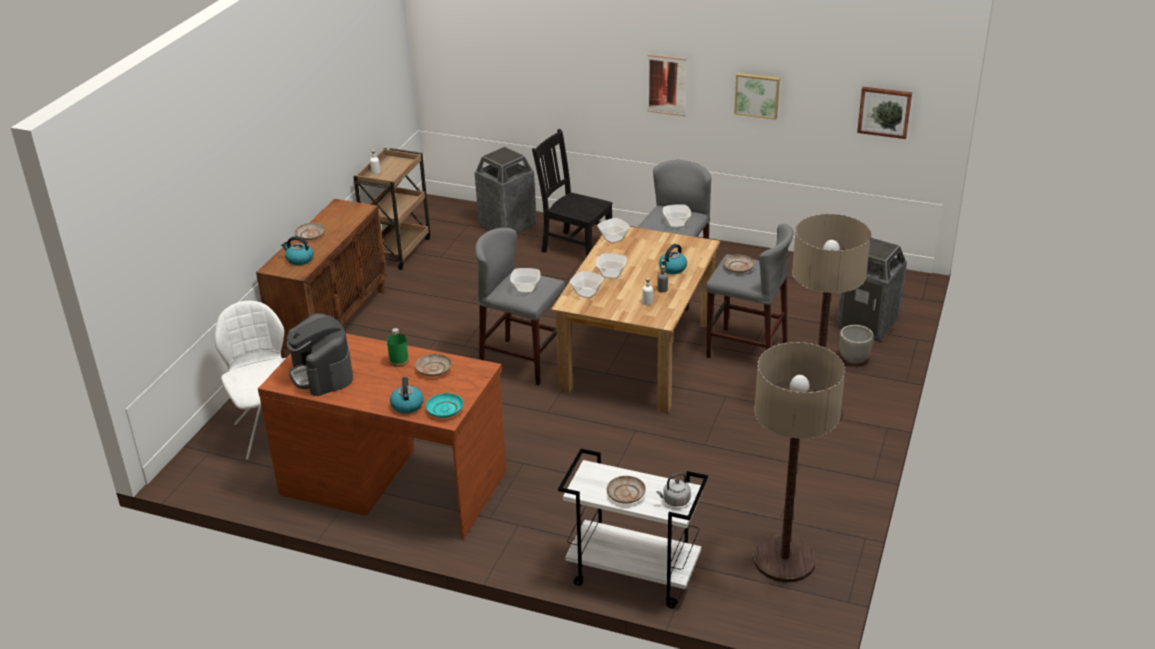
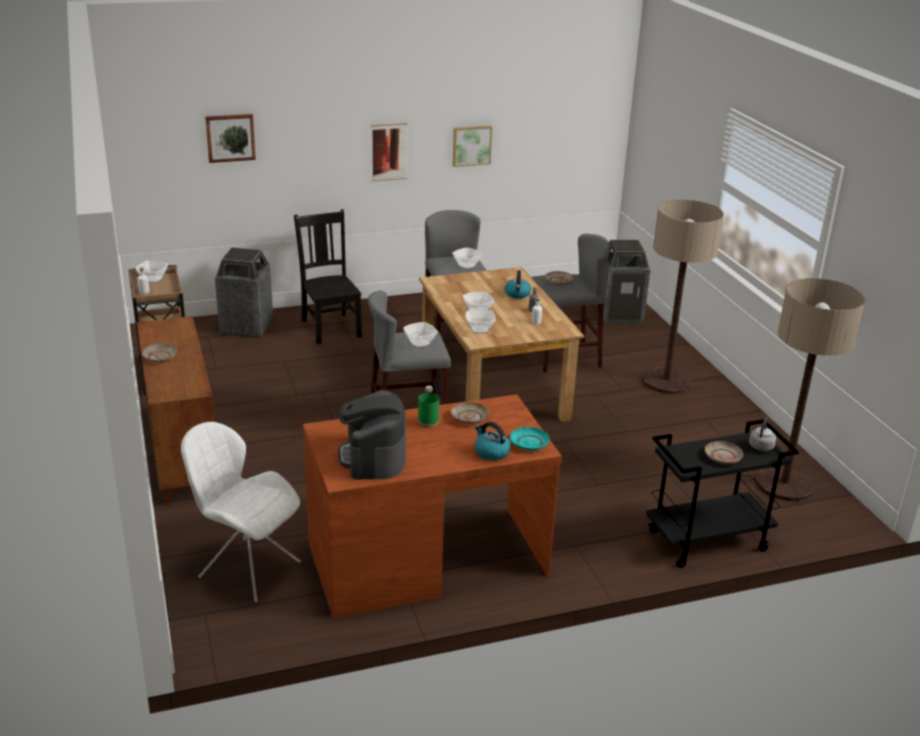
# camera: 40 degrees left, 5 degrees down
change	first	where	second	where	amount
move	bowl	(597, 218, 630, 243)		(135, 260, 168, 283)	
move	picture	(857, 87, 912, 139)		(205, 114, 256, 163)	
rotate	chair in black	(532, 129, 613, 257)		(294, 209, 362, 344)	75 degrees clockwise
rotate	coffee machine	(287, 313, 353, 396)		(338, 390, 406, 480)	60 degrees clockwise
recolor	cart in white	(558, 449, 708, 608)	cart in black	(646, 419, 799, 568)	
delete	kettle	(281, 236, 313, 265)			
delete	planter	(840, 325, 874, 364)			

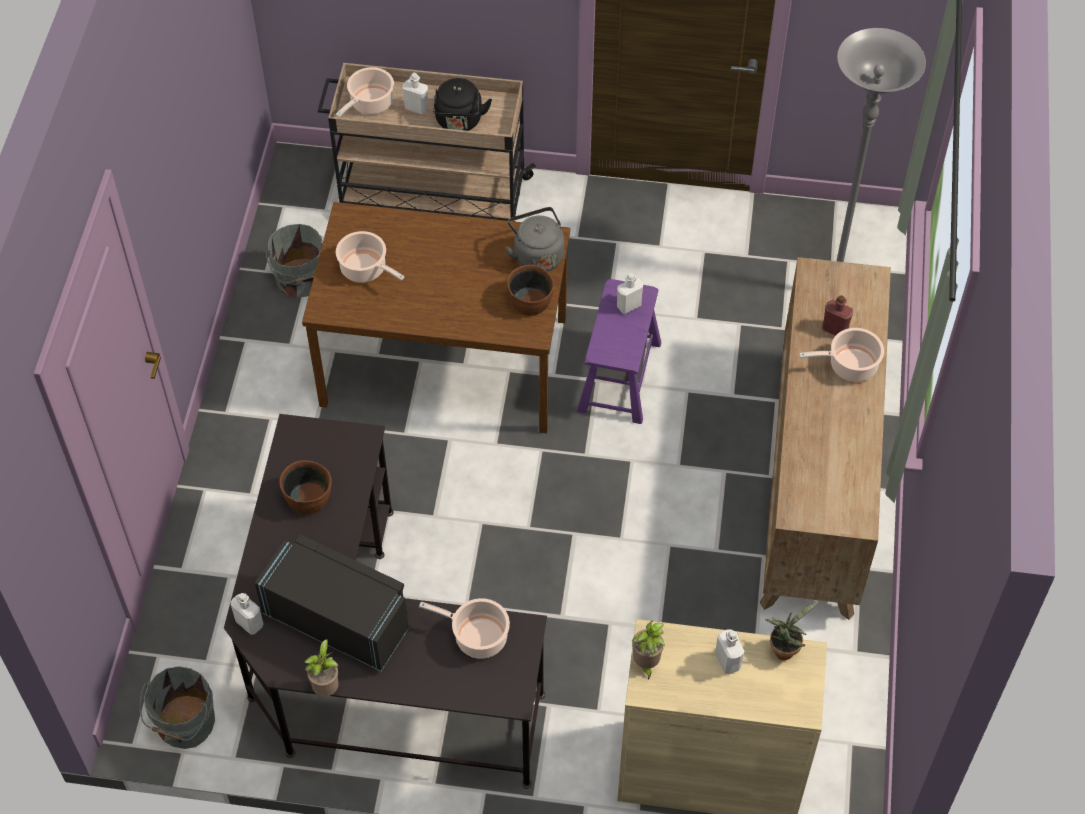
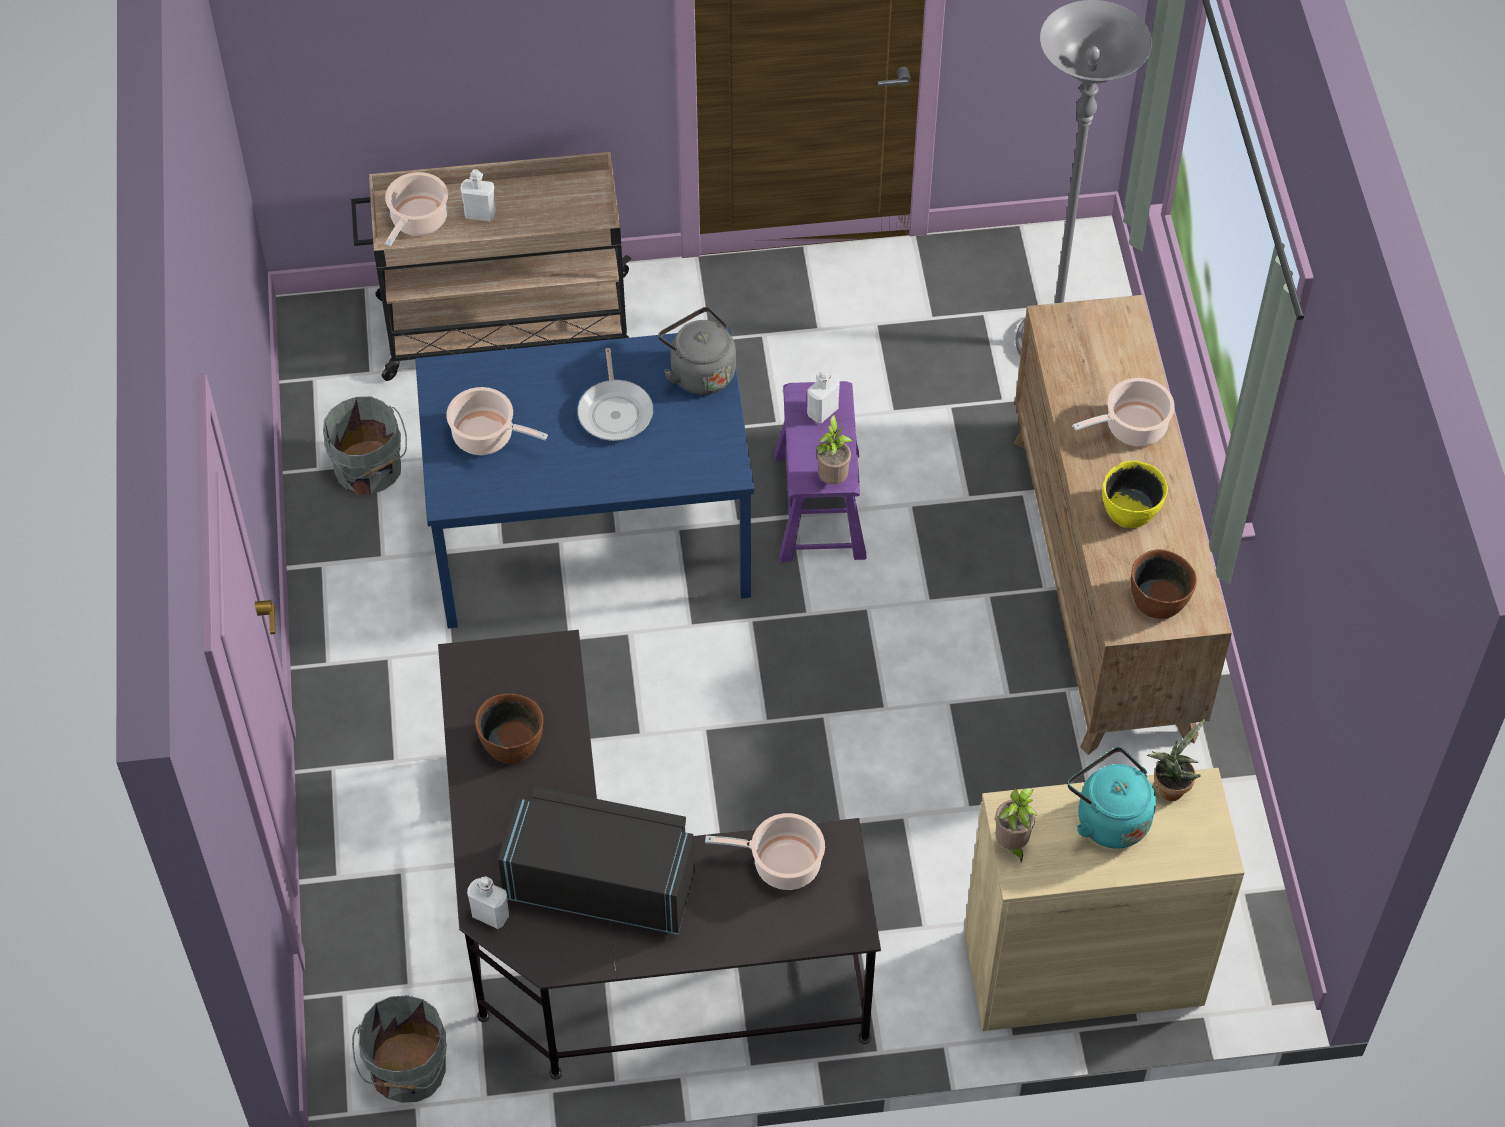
# camera: 15 degrees left, 0 degrees up
change	first	where	second	where	amount
recolor	dining table in brown	(302, 202, 570, 433)	dining table in blue	(415, 328, 754, 629)	
insert			frying pan	(577, 348, 653, 441)	
move	potted plant	(305, 639, 339, 697)		(816, 415, 852, 484)	
replace	bottle in white	(715, 630, 745, 674)	kettle in turquoise	(1068, 747, 1156, 848)	
insert			bowl in yellow	(1102, 461, 1168, 528)	
move	bowl in brown	(507, 265, 554, 316)		(1131, 549, 1197, 619)	
delete	kettle in black	(433, 78, 492, 131)			
delete	bottle in red	(822, 295, 853, 336)			

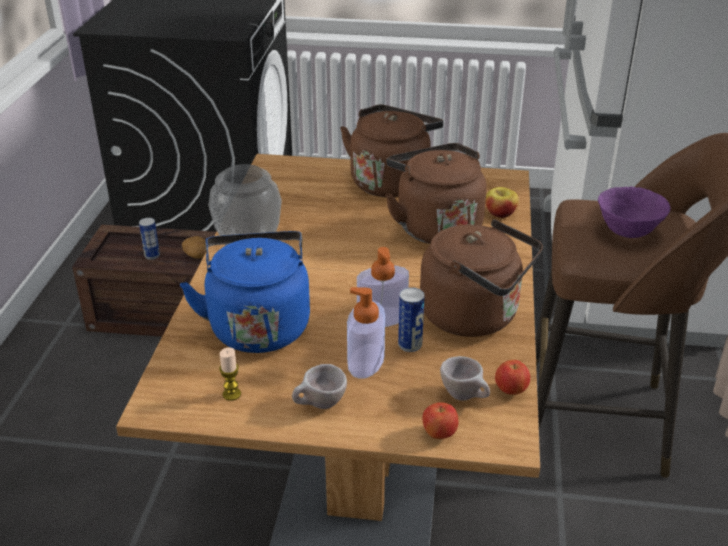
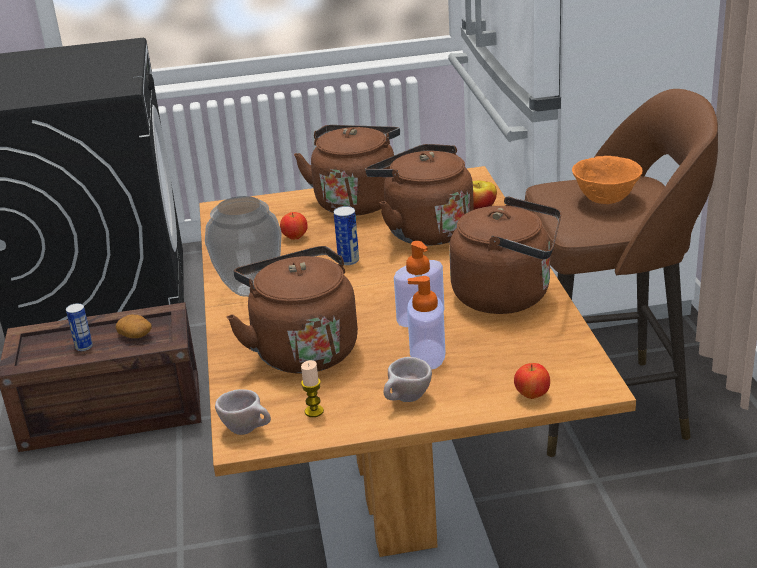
# camera: 15 degrees left, 5 degrees down
change	first	where	second	where	amount
move	cup in beige	(440, 356, 490, 401)		(215, 389, 271, 435)	
recolor	kettle in blue	(180, 231, 310, 353)	kettle in brown	(226, 246, 358, 373)	
move	apple	(495, 360, 530, 395)		(280, 212, 308, 240)	
move	can	(398, 287, 425, 352)		(333, 206, 359, 265)	
recolor	bowl in purple	(598, 186, 671, 238)	bowl in orange	(572, 156, 643, 204)	

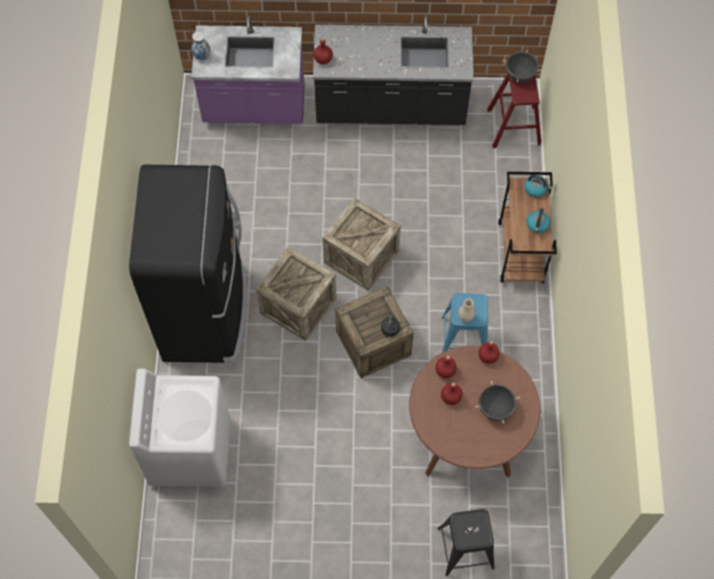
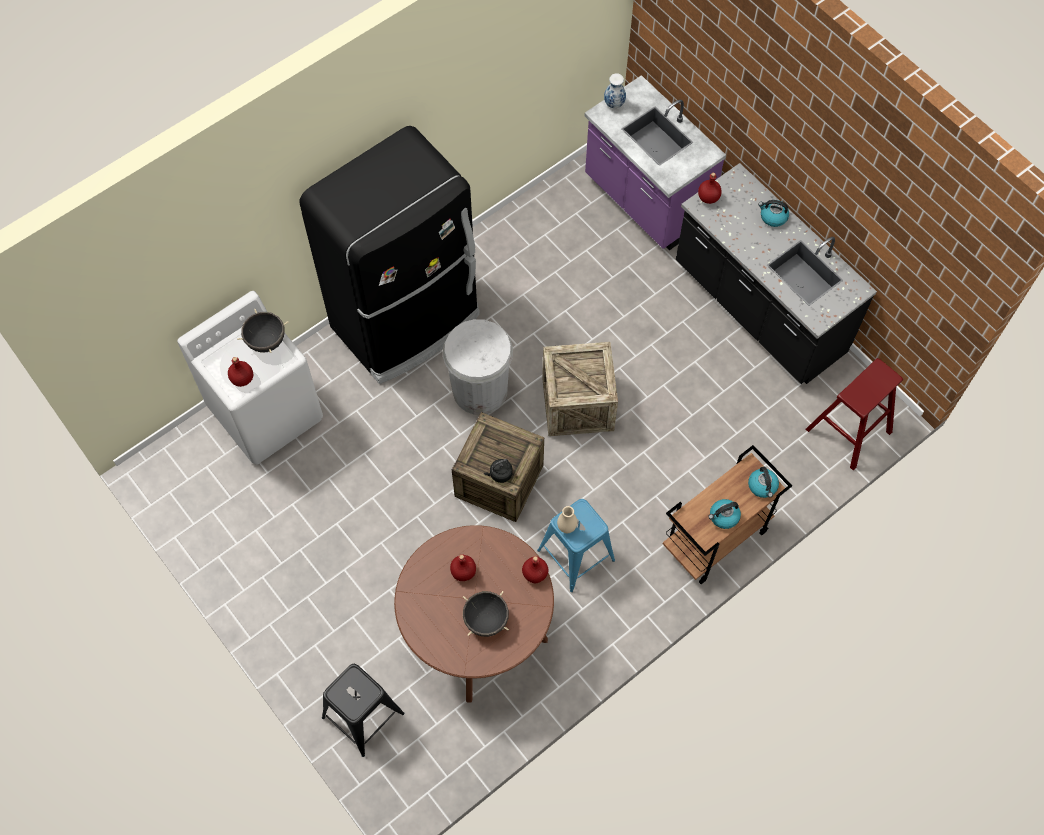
# camera: 50 degrees right, 0 degrees up
change	first	where	second	where	amount
move	bottle in red	(435, 355, 457, 378)		(228, 357, 253, 387)	
move	cooking pot in black	(503, 49, 542, 83)		(237, 309, 289, 353)	
replace	crate	(256, 246, 337, 341)	trash can in white	(443, 319, 513, 415)	
insert			kettle	(758, 200, 789, 227)	

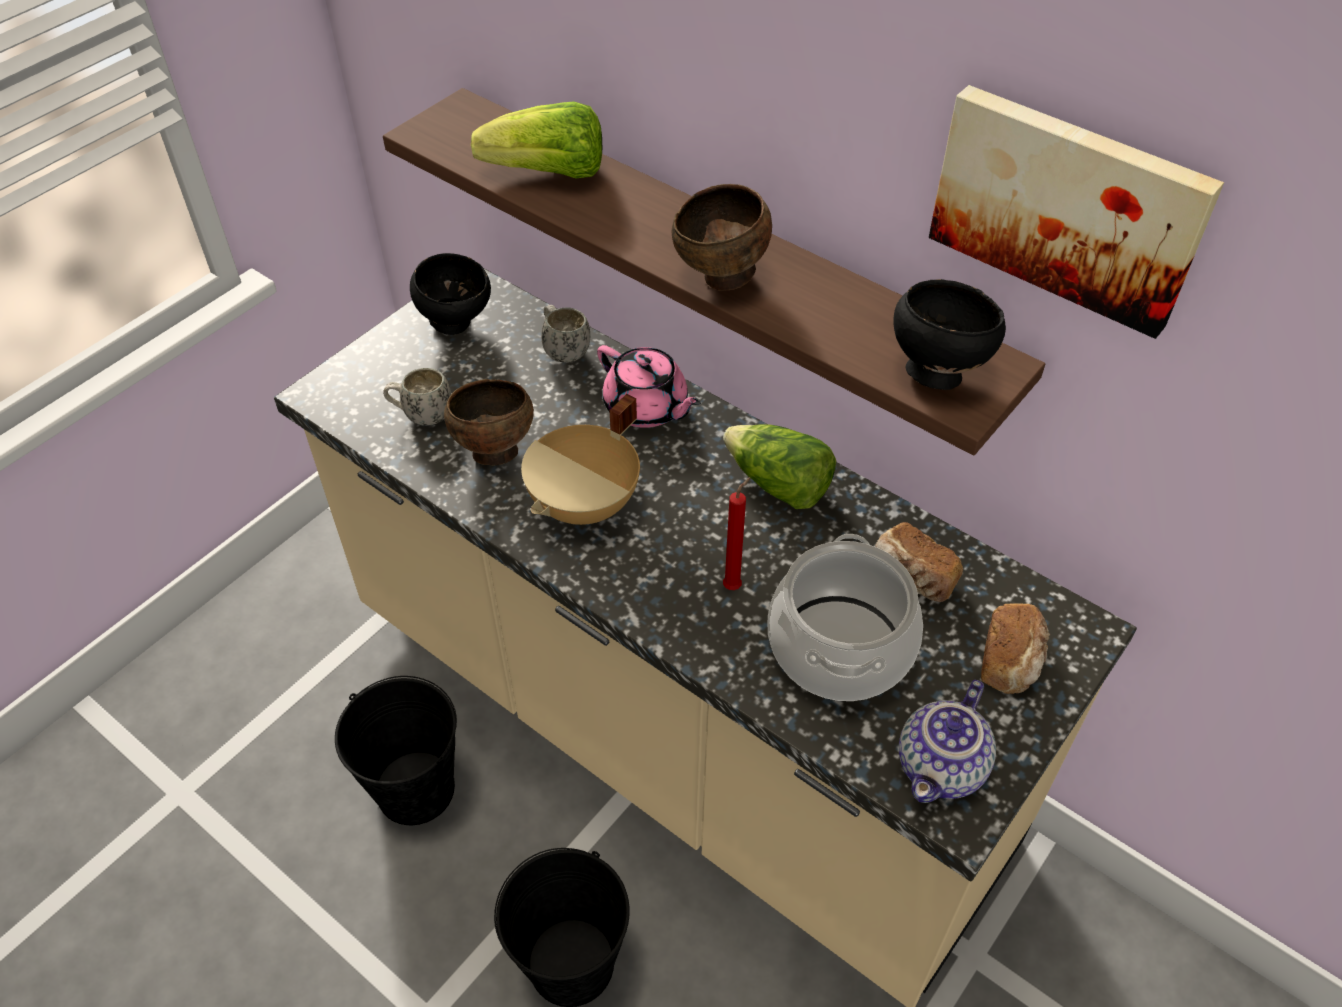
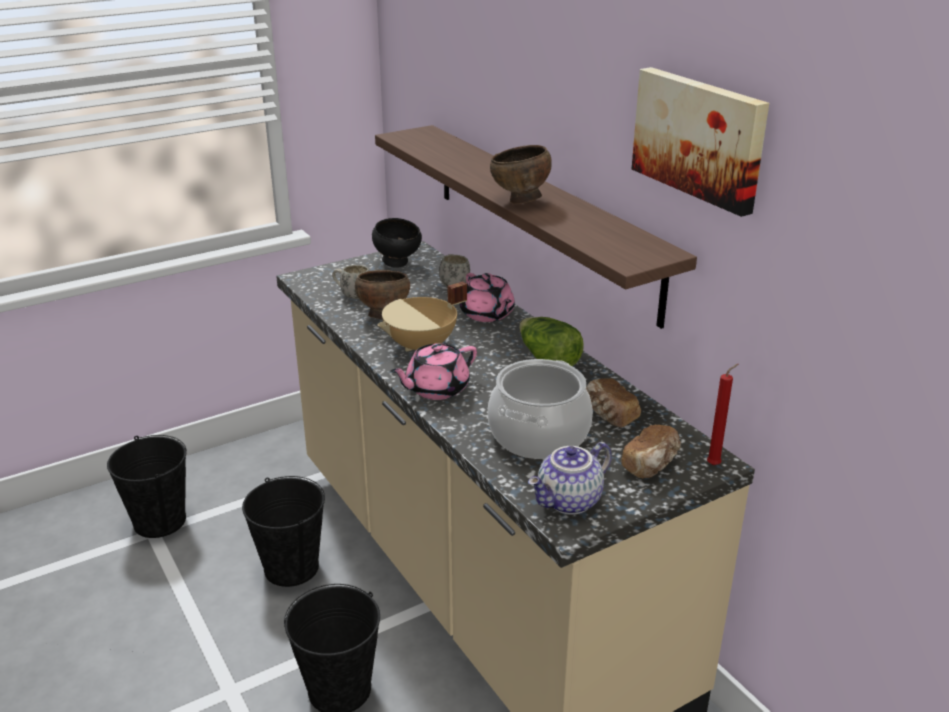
# camera: 20 degrees right, 20 degrees down
change	first	where	second	where	amount
insert			bucket in black	(107, 435, 187, 538)	
insert			teapot in pink	(390, 343, 477, 400)	
move	candle in red	(723, 477, 750, 590)		(707, 364, 738, 465)	
delete	lettuce	(471, 101, 602, 178)			
delete	bowl in black	(894, 279, 1006, 390)			

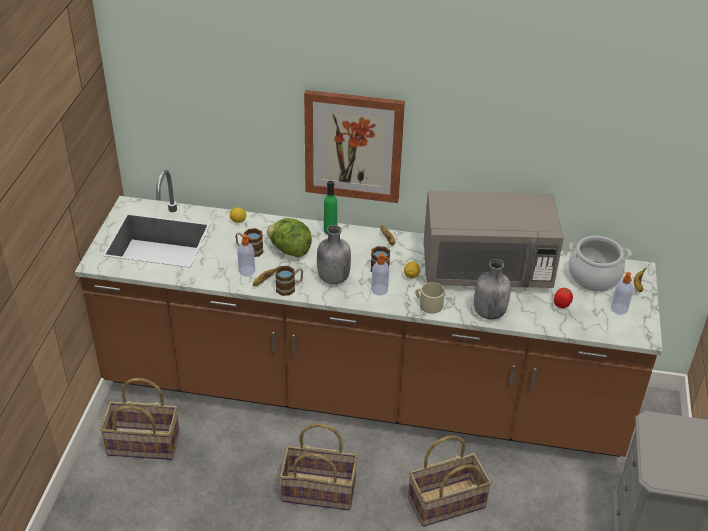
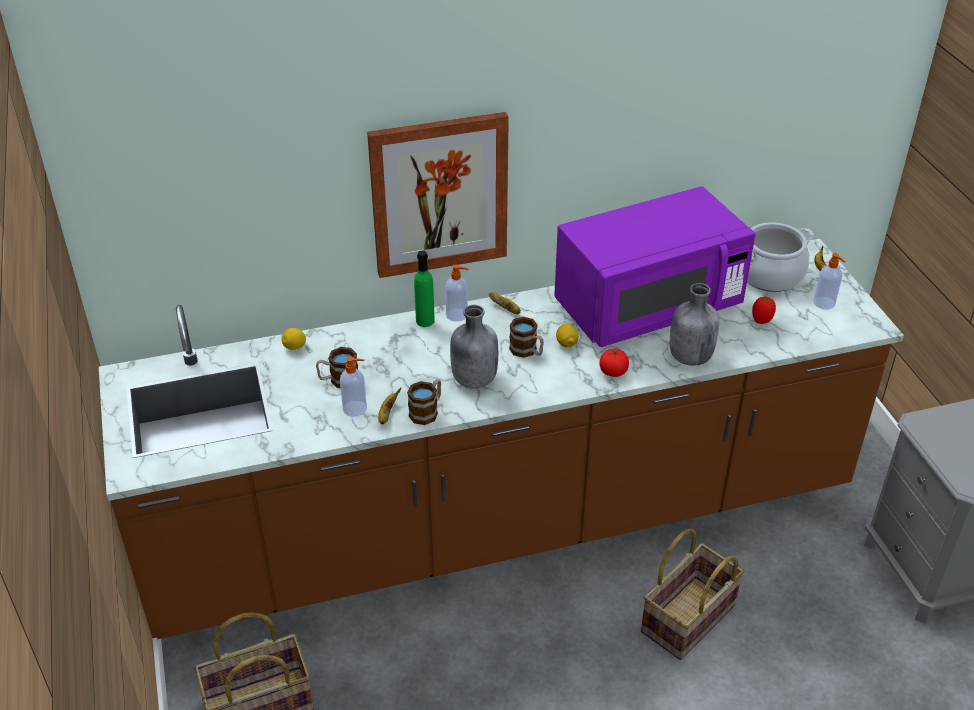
# camera: 25 degrees left, 0 degrees up
change	first	where	second	where	amount
move	soap dispenser	(371, 253, 389, 295)		(445, 264, 469, 322)	
recolor	microwave in grey	(424, 191, 564, 288)	microwave in purple	(554, 187, 756, 347)	
replace	mug in beige	(415, 282, 445, 314)	tomato	(600, 349, 629, 377)	
delete	lettuce	(267, 218, 312, 257)			
delete	basket	(279, 423, 358, 511)			

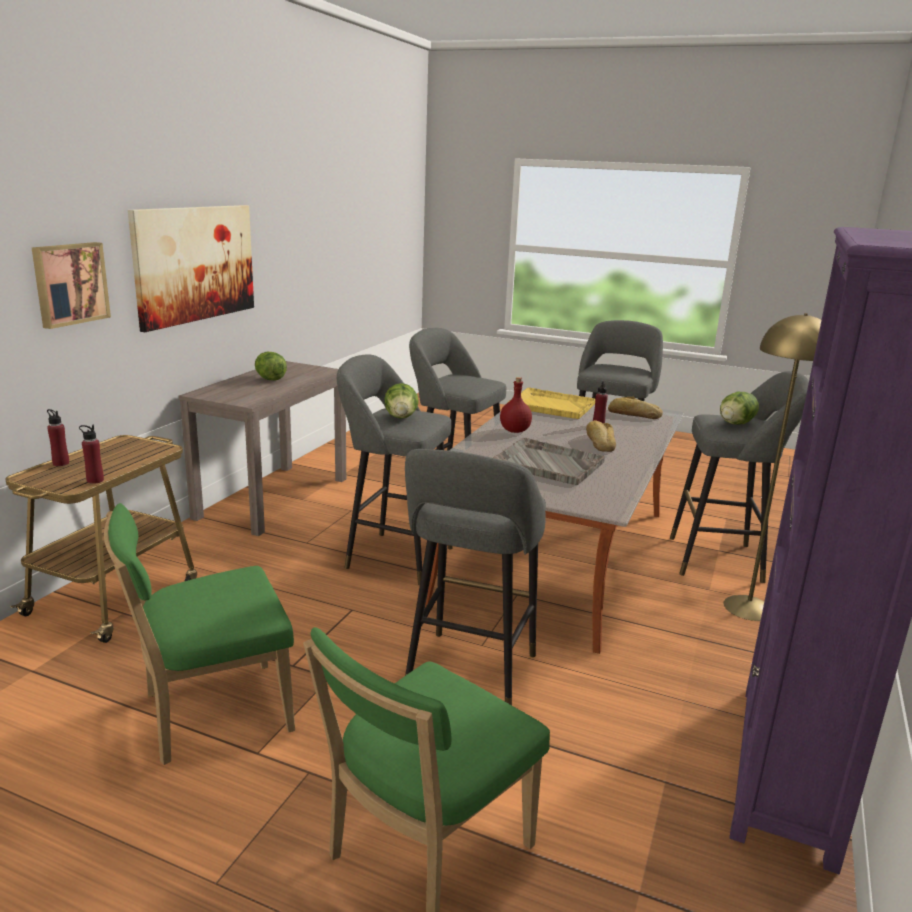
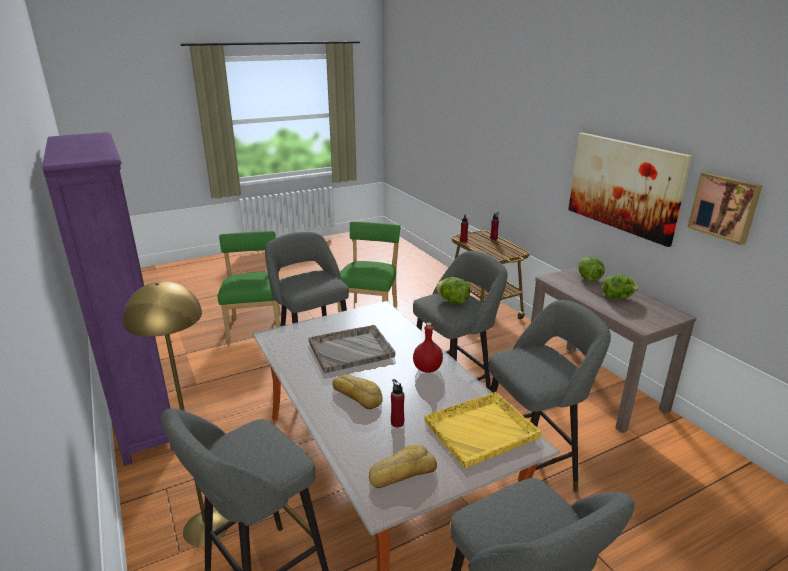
# camera: 130 degrees right, 5 degrees up
change	first	where	second	where	amount
move	lettuce	(720, 392, 759, 425)		(578, 256, 605, 282)	
move	picture	(32, 242, 111, 329)		(687, 172, 762, 245)	

